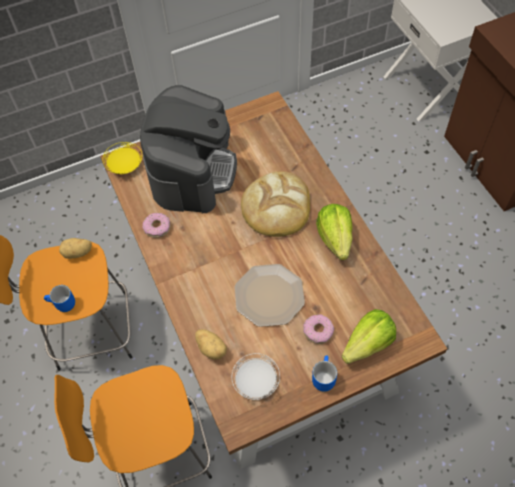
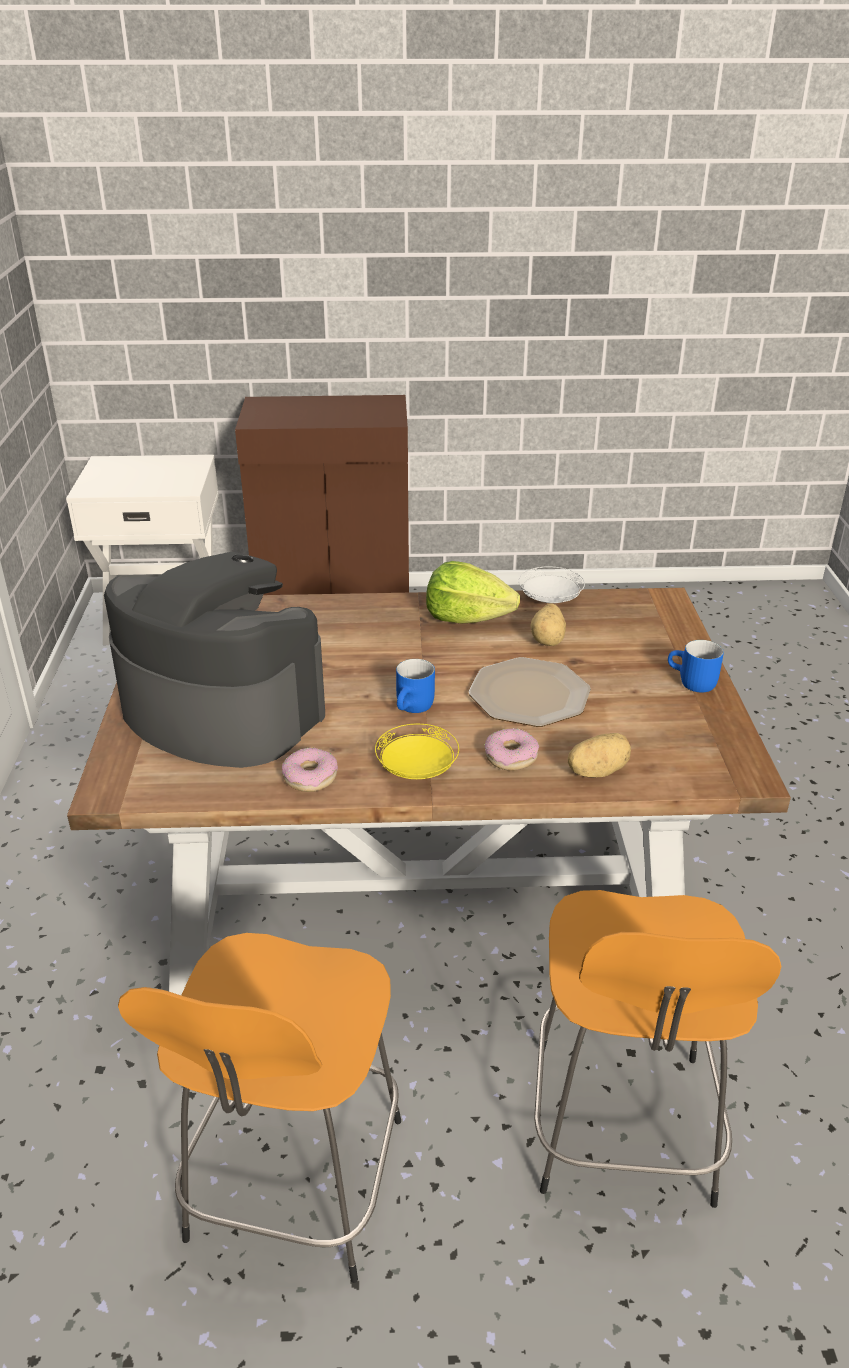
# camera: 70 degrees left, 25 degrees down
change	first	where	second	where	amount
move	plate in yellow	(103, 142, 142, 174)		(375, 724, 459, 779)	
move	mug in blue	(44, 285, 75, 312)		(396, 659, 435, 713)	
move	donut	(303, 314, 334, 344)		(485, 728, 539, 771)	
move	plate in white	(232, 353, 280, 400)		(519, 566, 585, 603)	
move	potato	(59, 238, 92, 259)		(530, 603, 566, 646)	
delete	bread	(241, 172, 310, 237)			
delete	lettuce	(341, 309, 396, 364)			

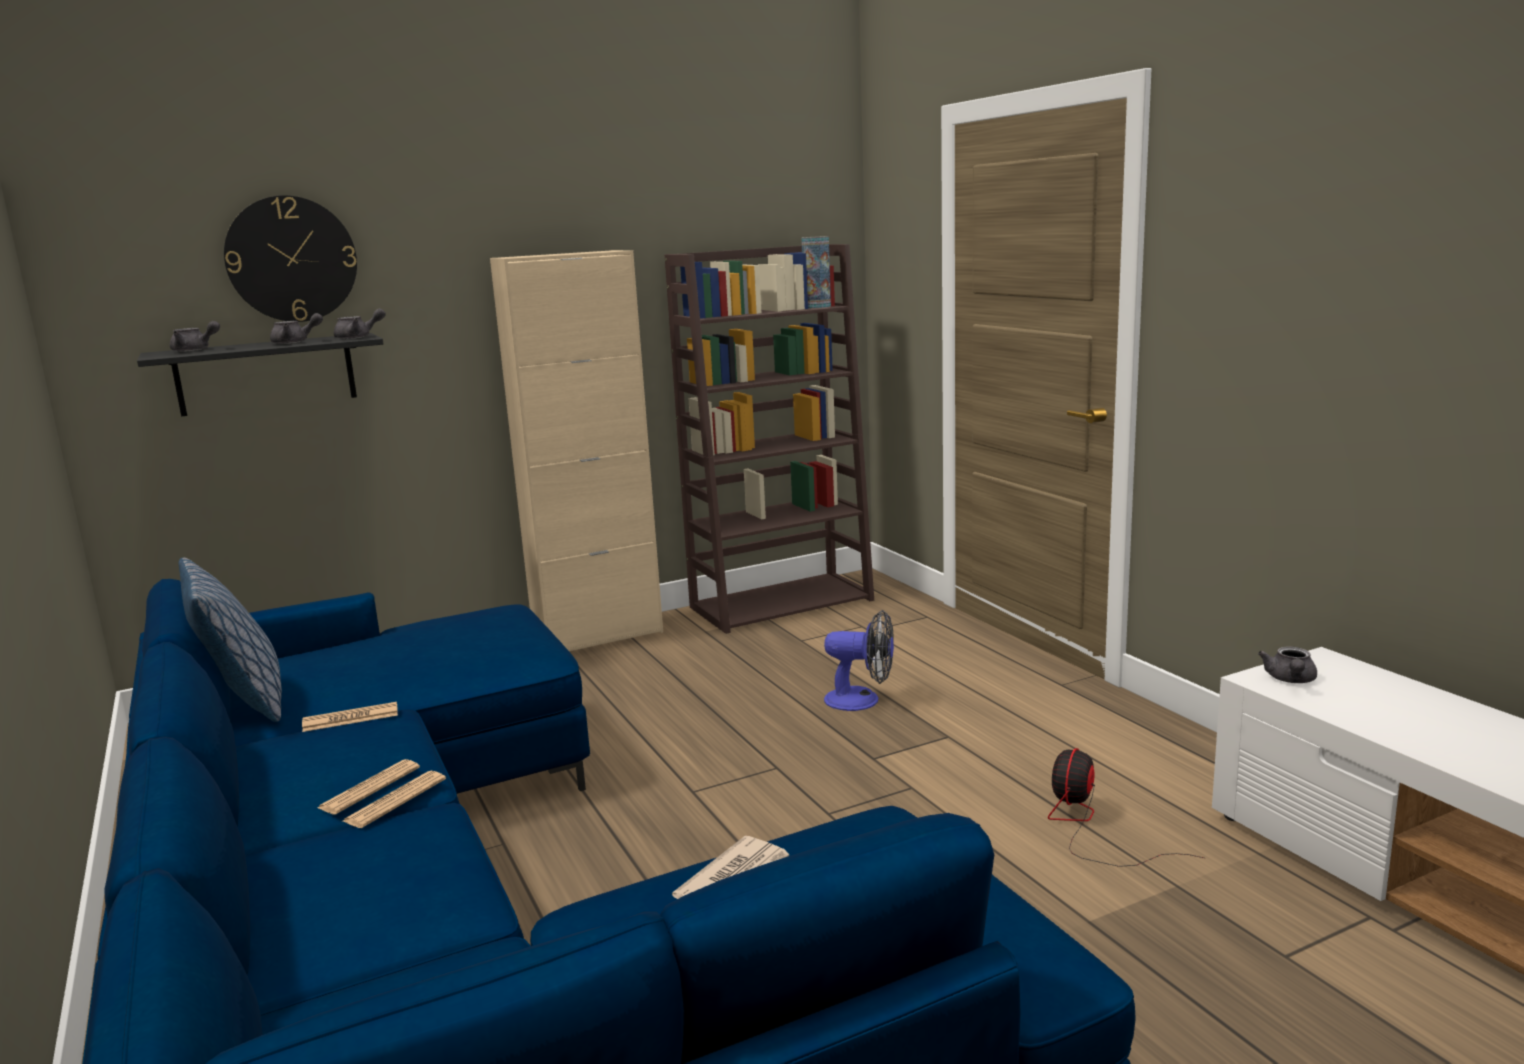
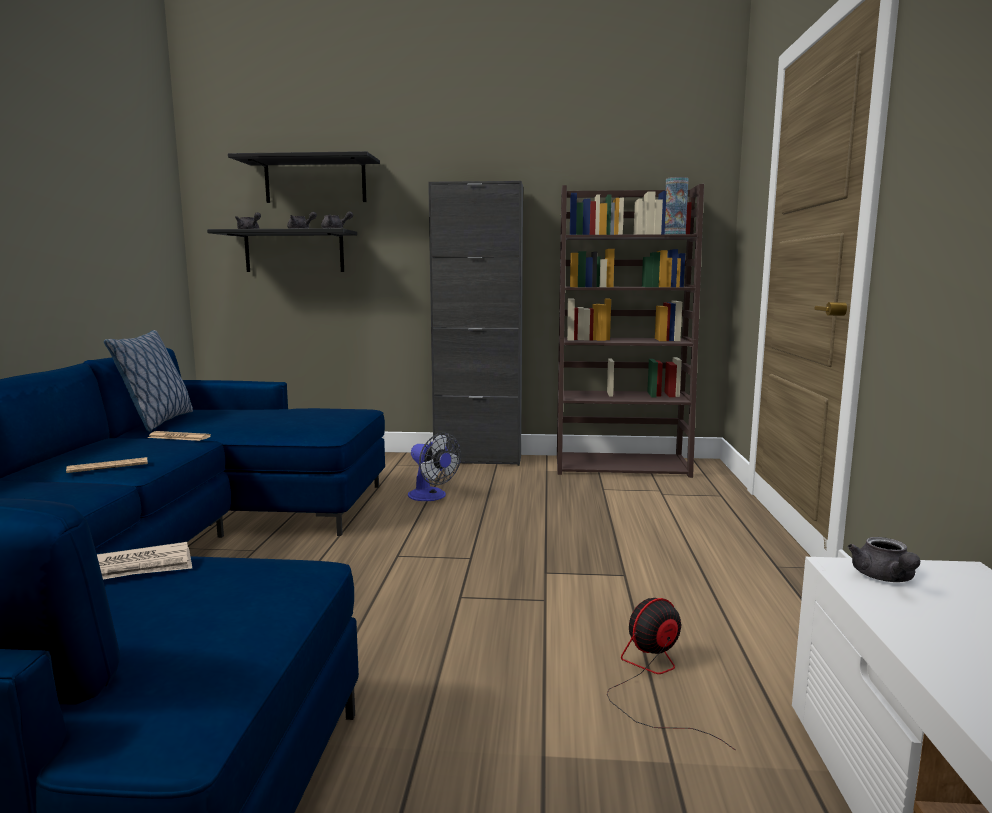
# camera: 30 degrees right, 5 degrees down
change	first	where	second	where	amount
replace	wall clock	(224, 195, 357, 322)	shelf in black	(228, 151, 380, 203)	
move	fan	(824, 610, 894, 711)		(408, 433, 461, 501)	
recolor	cabinet in beige	(490, 250, 663, 651)	cabinet in black	(428, 181, 523, 466)	
rotate	teapot in grey	(1258, 646, 1317, 683)		(848, 537, 920, 582)	45 degrees counterclockwise
delete	newspaper	(343, 771, 446, 828)			

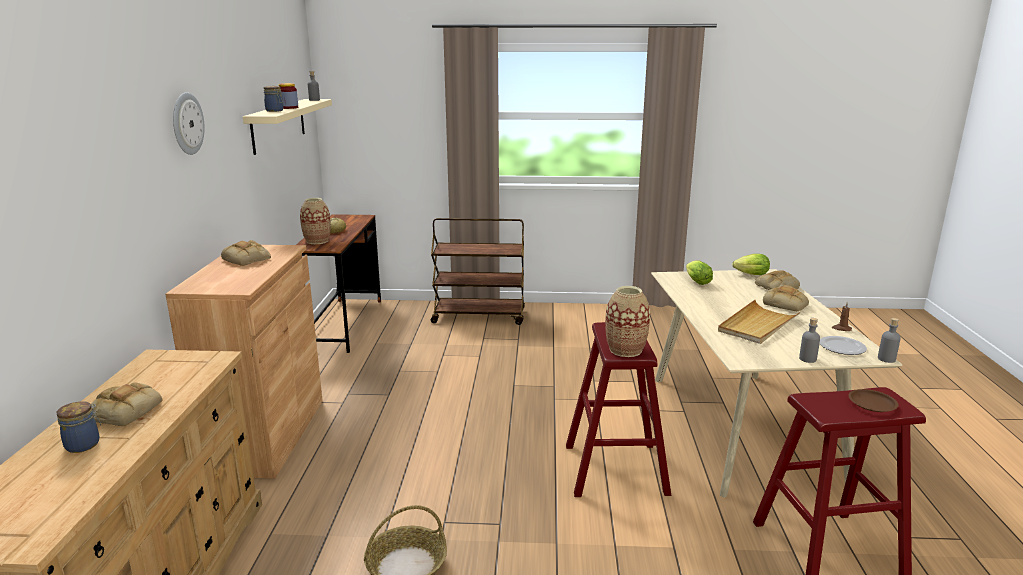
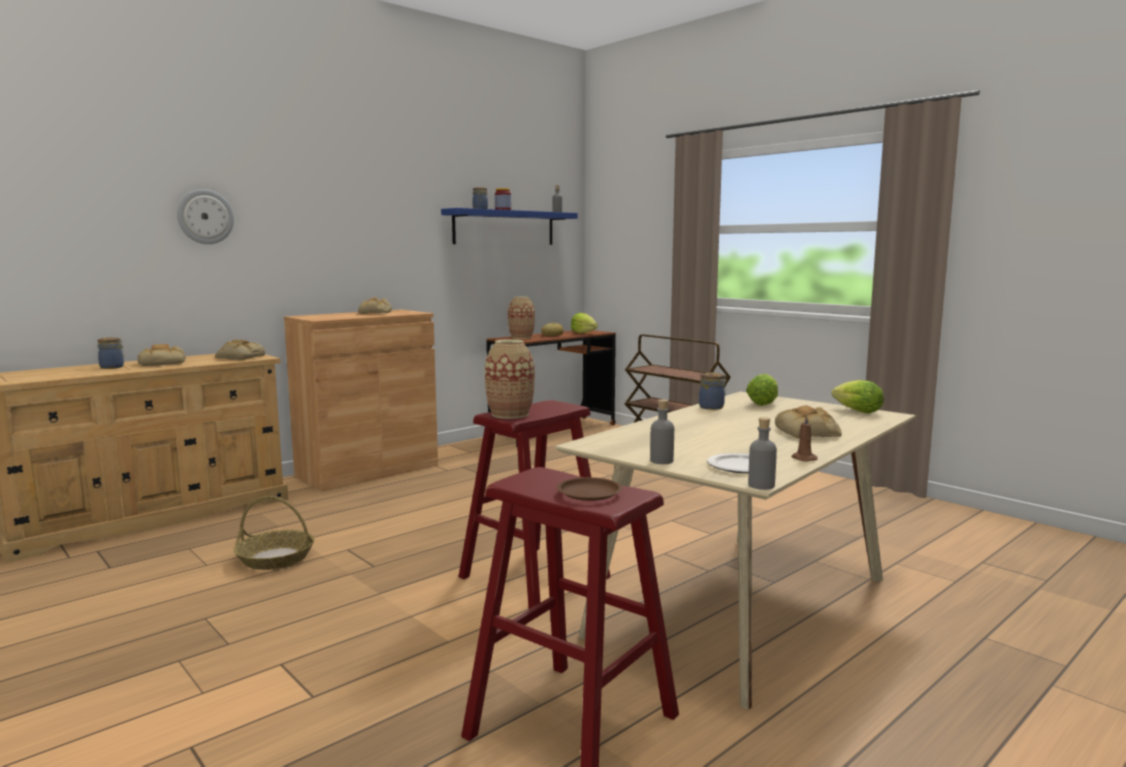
# camera: 45 degrees right, 10 degrees down
change	first	where	second	where	amount
move	wall clock	(173, 92, 205, 155)		(177, 189, 234, 244)	
move	bread	(755, 270, 800, 290)		(215, 340, 265, 360)	
recolor	shelf in beige	(243, 99, 332, 155)	shelf in blue	(441, 208, 578, 245)	
insert			lettuce	(571, 313, 598, 333)	
insert			jar	(699, 372, 726, 410)	
delete	tray in beige	(718, 300, 801, 344)			

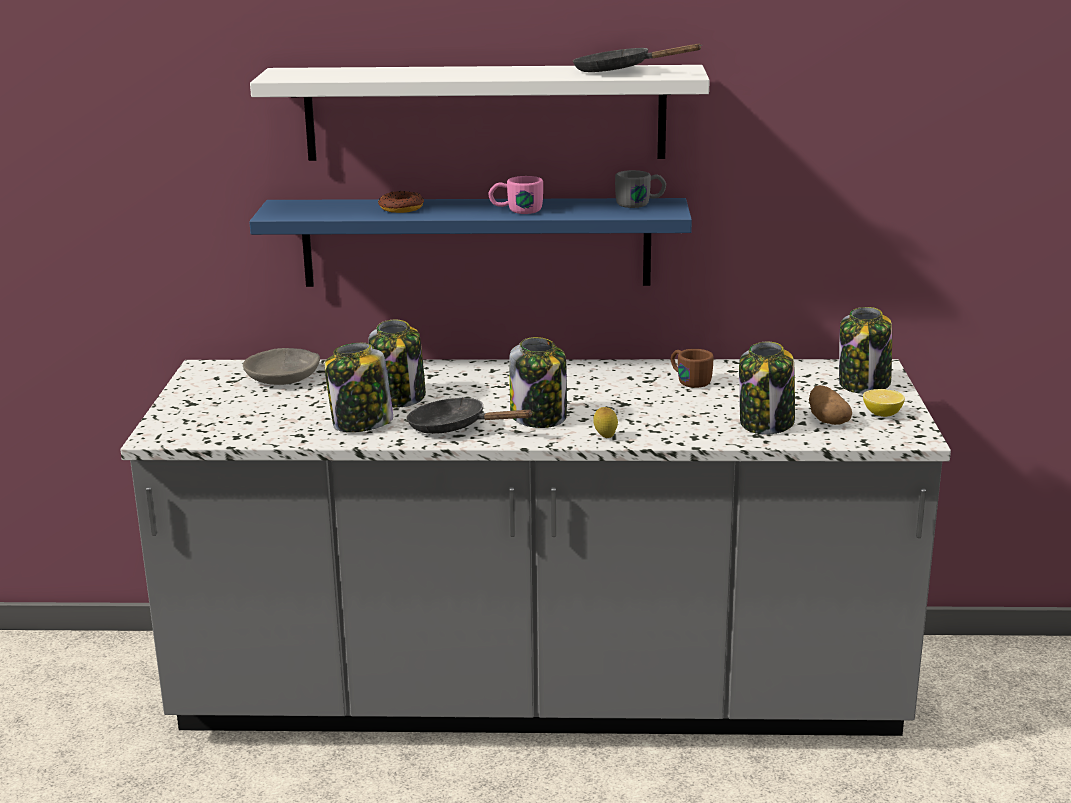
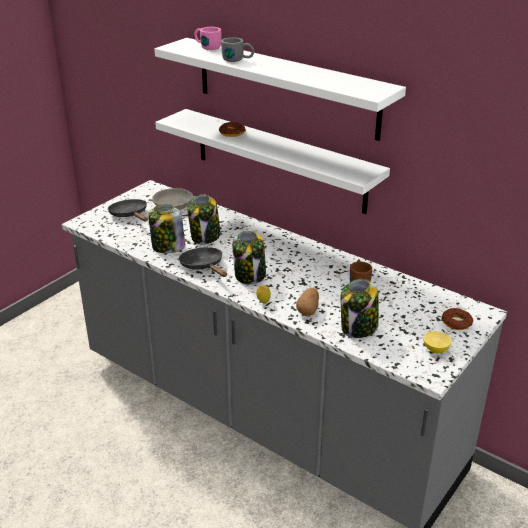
# camera: 35 degrees right, 10 degrees up
change	first	where	second	where	amount
move	frying pan in black	(573, 44, 702, 72)		(108, 199, 148, 222)	
recolor	shelf in blue	(249, 198, 692, 287)	shelf in white	(155, 109, 390, 214)	
move	mug in pink	(488, 176, 543, 214)		(194, 27, 221, 50)	
move	mug in grey	(615, 170, 666, 208)		(221, 37, 254, 62)	
move	potato	(809, 385, 852, 425)		(296, 288, 319, 316)	
replace	jar	(839, 307, 892, 394)	donut	(441, 308, 473, 330)	

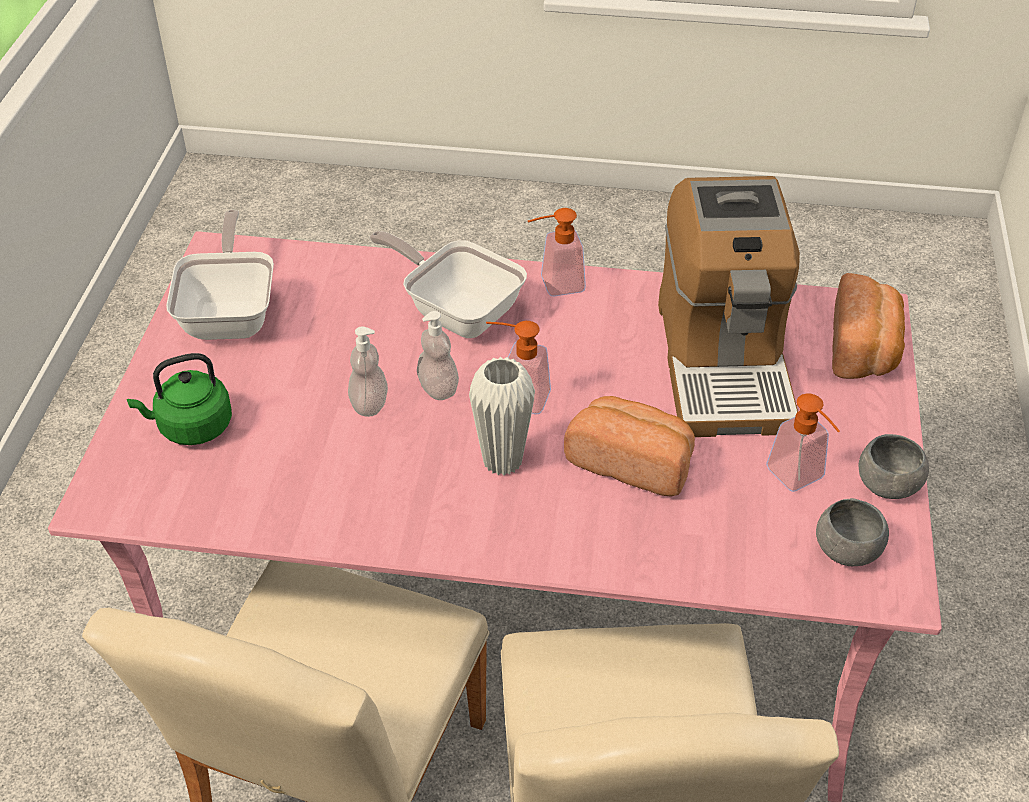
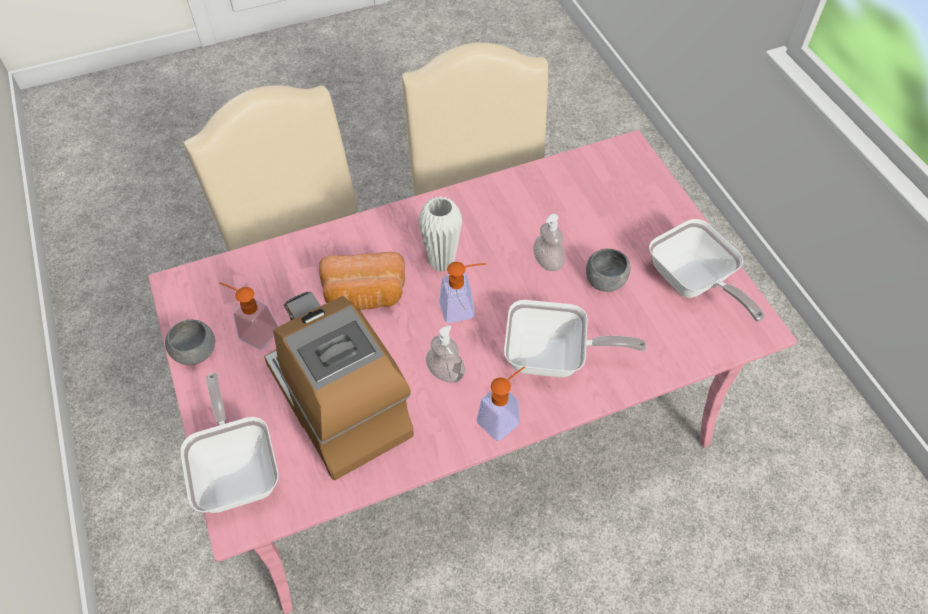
# camera: 150 degrees right, 10 degrees up
change	first	where	second	where	amount
replace	bread	(832, 273, 905, 379)	frying pan	(180, 373, 278, 513)	
move	soap dispenser	(417, 311, 459, 400)		(426, 325, 465, 383)	
move	bowl in grey	(816, 498, 889, 566)		(586, 248, 630, 292)	
delete	kettle in green	(127, 353, 232, 445)			

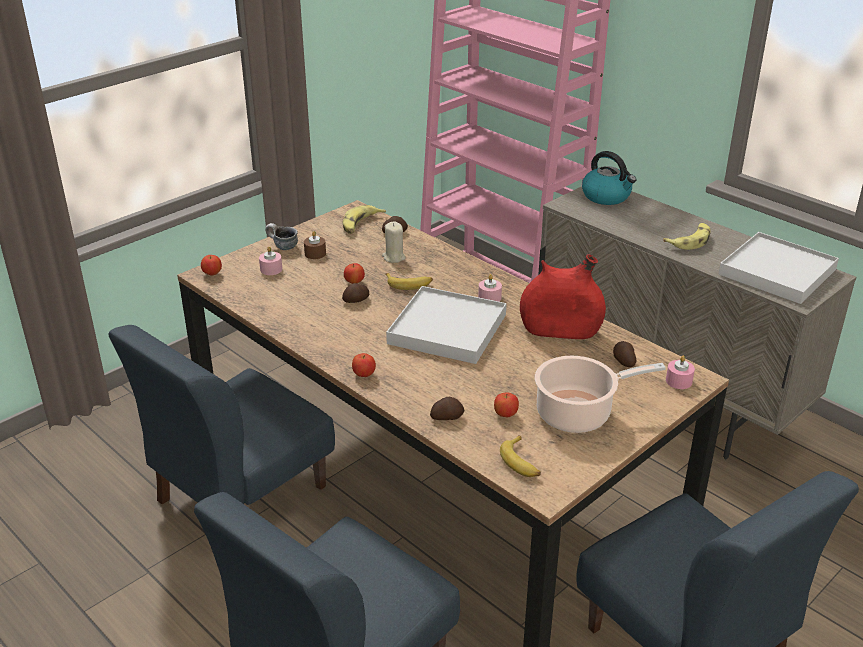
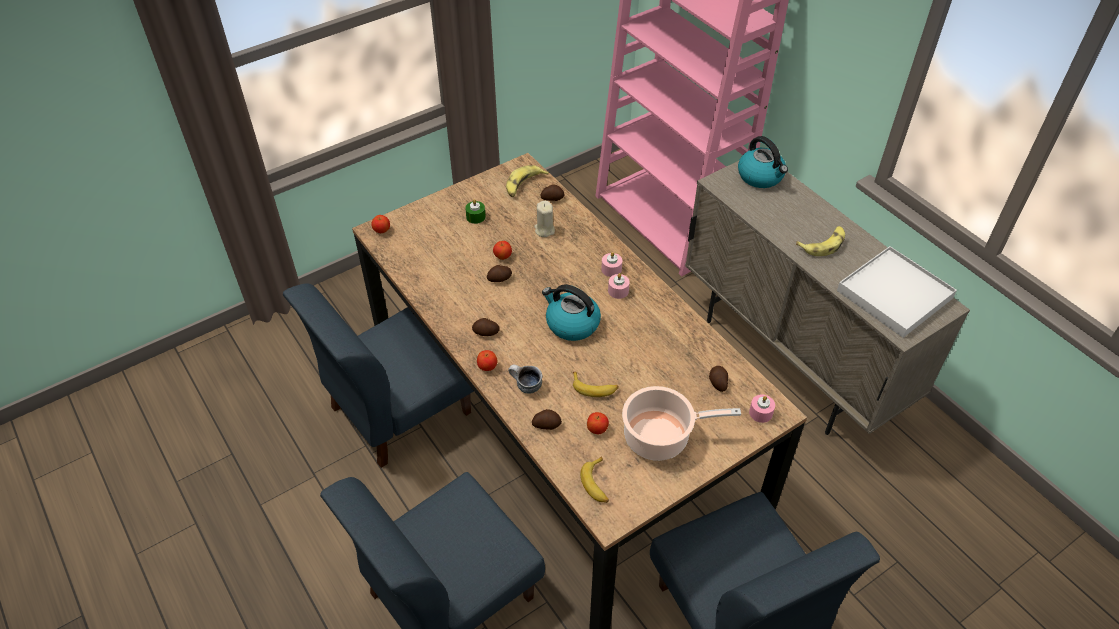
# camera: 10 degrees right, 15 degrees up
change	first	where	second	where	amount
recolor	candle in brown	(304, 231, 326, 259)	candle in green	(465, 199, 486, 224)	
insert			potato	(472, 318, 500, 336)	
move	mug	(265, 223, 298, 250)		(508, 365, 542, 394)	
replace	tray in white	(386, 286, 507, 364)	kettle	(542, 284, 601, 341)	
move	banana	(385, 273, 433, 290)		(573, 372, 619, 397)	
move	candle in pink	(259, 246, 282, 275)		(601, 252, 622, 277)	
delete	vase in red	(520, 254, 606, 339)			

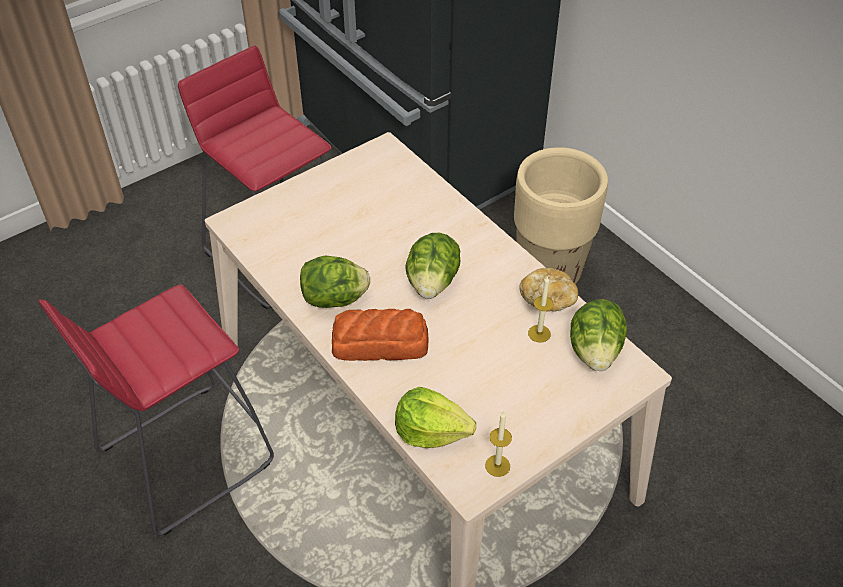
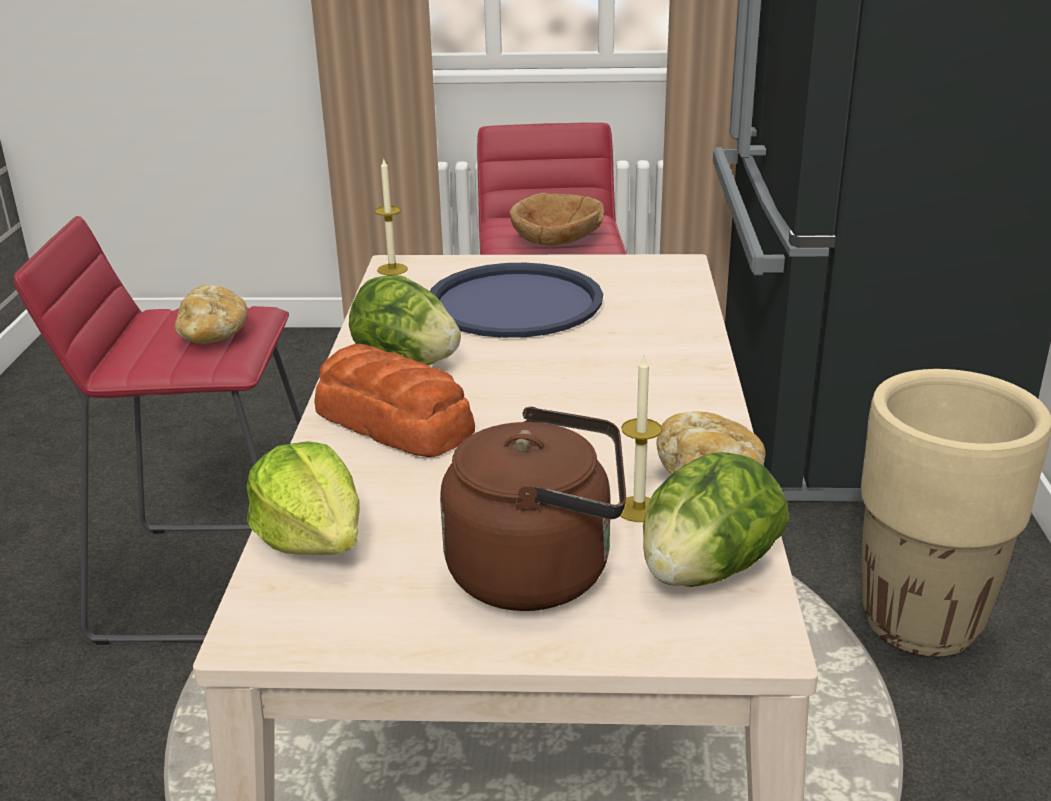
# camera: 40 degrees right, 20 degrees down
change	first	where	second	where	amount
insert			bread	(174, 285, 247, 344)	
move	candle	(485, 411, 512, 477)		(374, 158, 408, 275)	
insert			tray in blue	(430, 263, 603, 338)	
insert			kettle in brown	(440, 407, 626, 611)	
insert			bowl in brown	(510, 193, 604, 246)	
delete	lettuce	(405, 233, 460, 299)			

